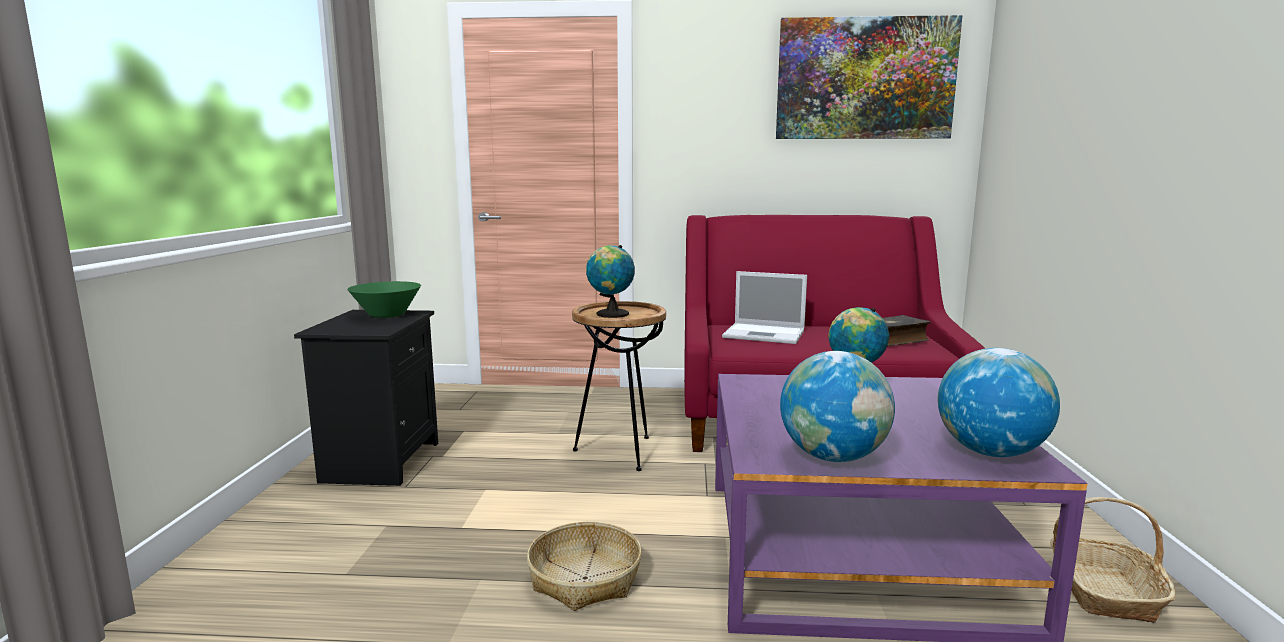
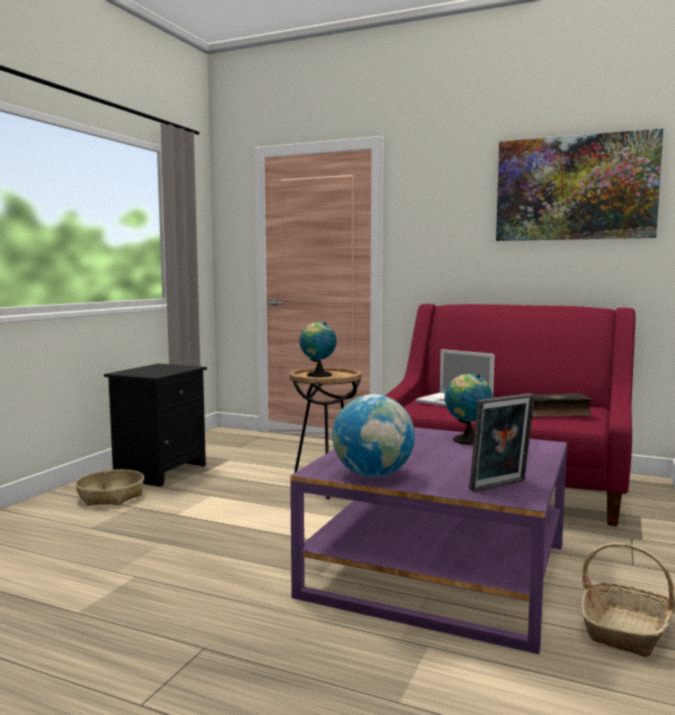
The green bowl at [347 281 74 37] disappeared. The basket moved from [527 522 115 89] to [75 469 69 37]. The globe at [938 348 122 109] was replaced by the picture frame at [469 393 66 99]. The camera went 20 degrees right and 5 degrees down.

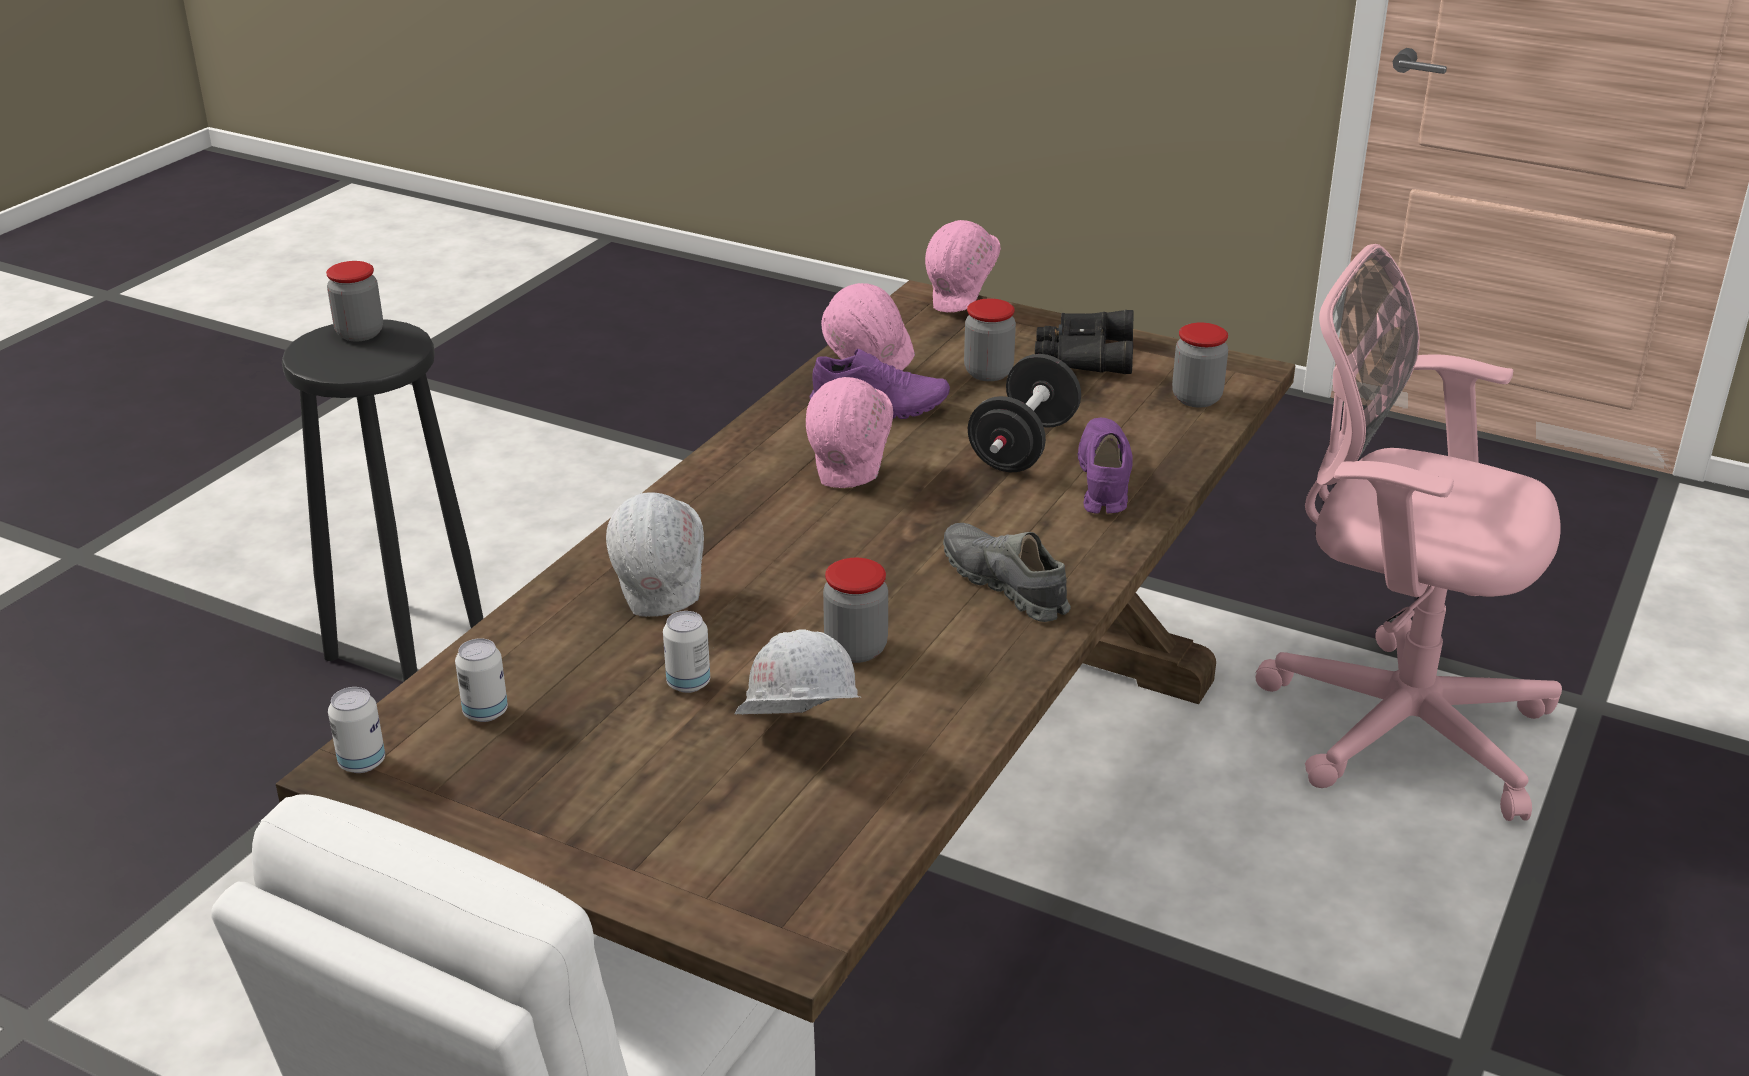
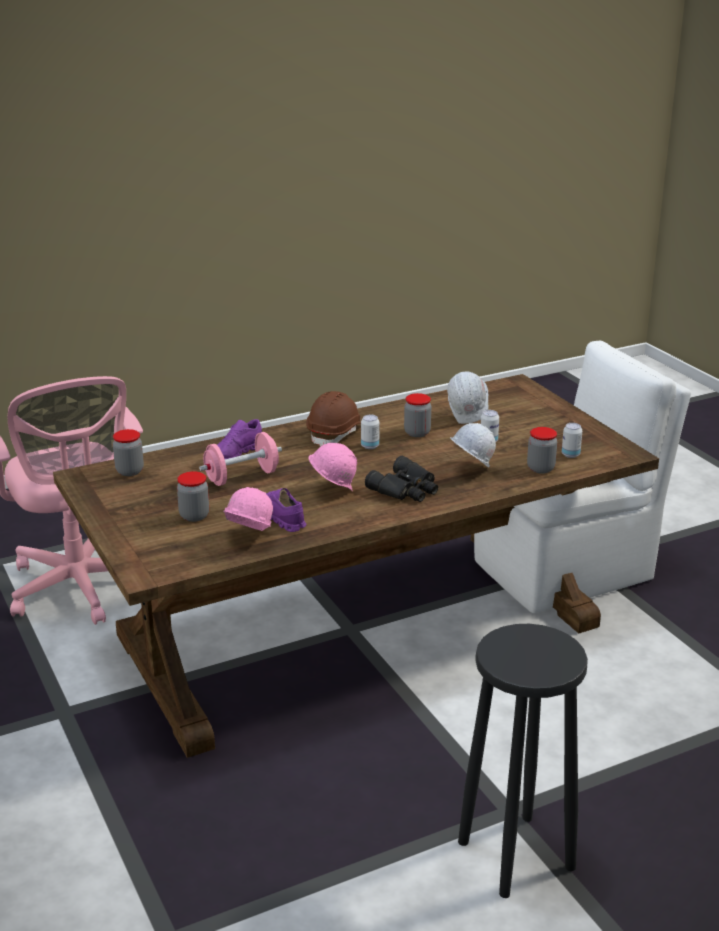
The jar moved from [326 261 57 80] to [527 427 30 47]. The can moved from [328 687 57 86] to [361 415 19 34]. The pink hard hat at [925 220 76 93] disappeared. The grey shoe at [943 523 128 99] was replaced by the brown hard hat at [306 391 55 56]. The black dumbbell at [968 354 113 118] became the pink dumbbell at [199 432 83 54]. The black binoculars moved from [1035 310 99 64] to [365 456 73 46]. The camera went 145 degrees left and 5 degrees down.

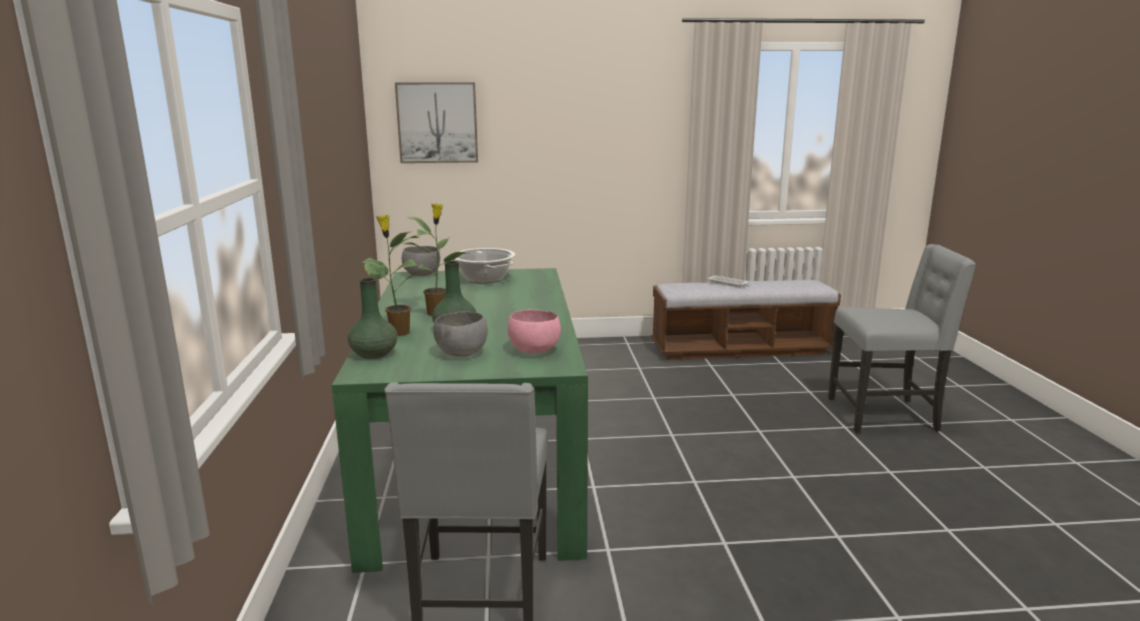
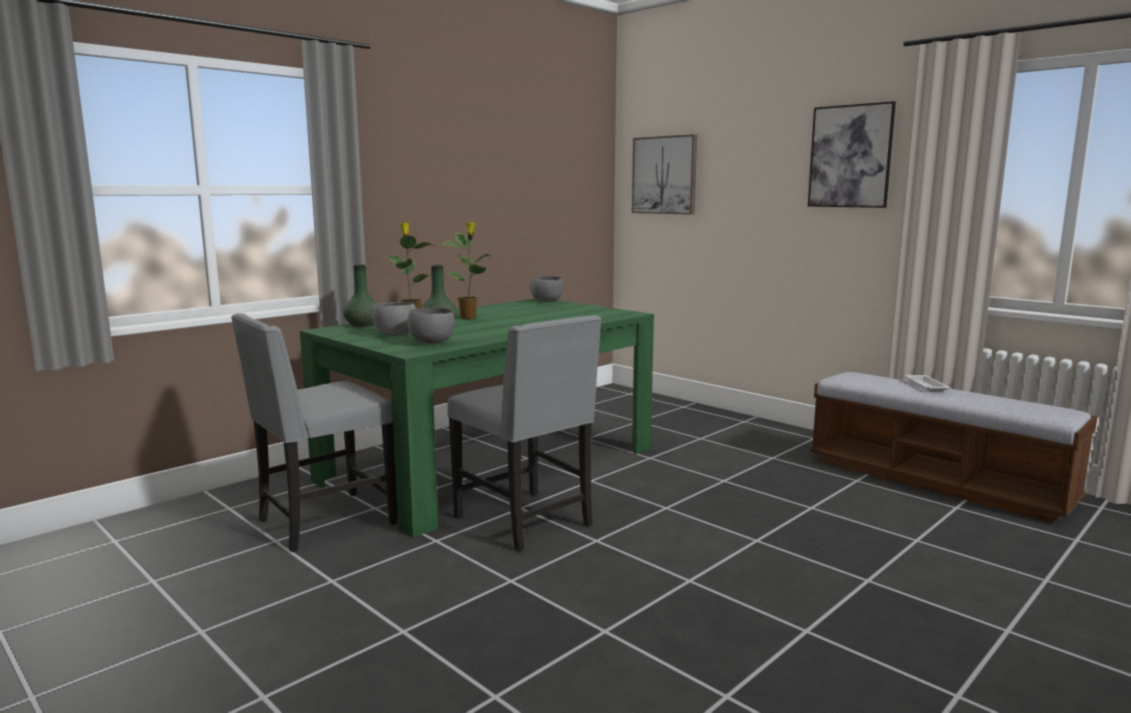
The cooking pot at [455 248 60 35] disappeared. The pink bowl at [508 309 53 45] became the grey bowl at [407 308 48 36]. The grey chair moved from [828 244 148 189] to [447 315 155 236]. The picture at [808 101 88 107] appeared. The camera went 50 degrees right and 5 degrees down.

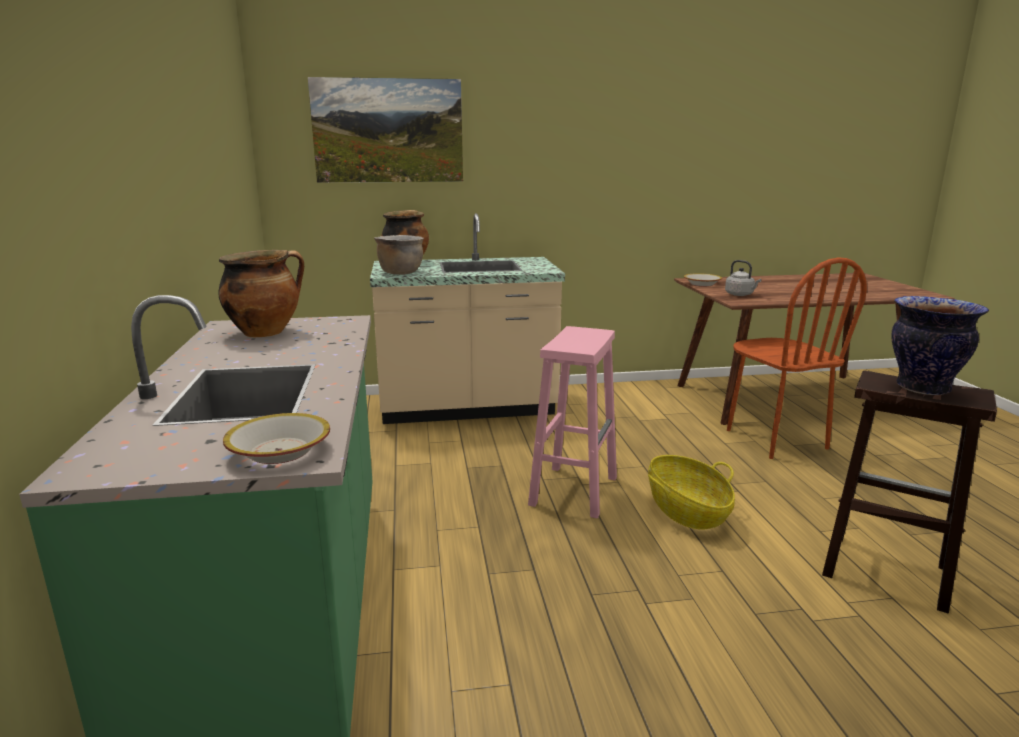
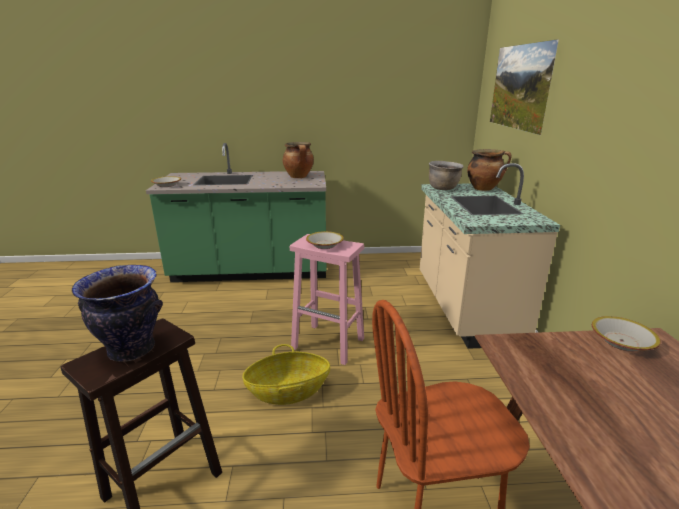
The grey kettle at [725 260 36 36] disappeared. The bowl at [306 231 38 18] appeared. The camera went 95 degrees right and 5 degrees up.

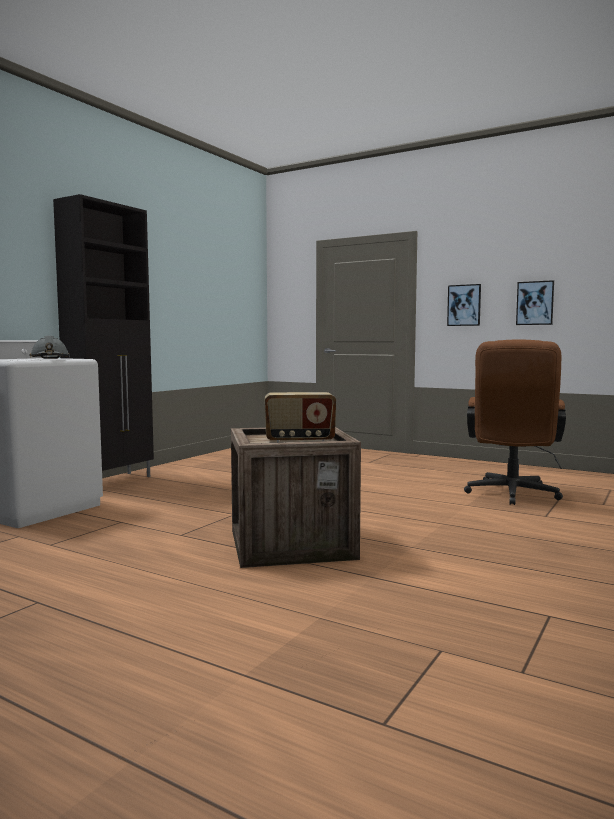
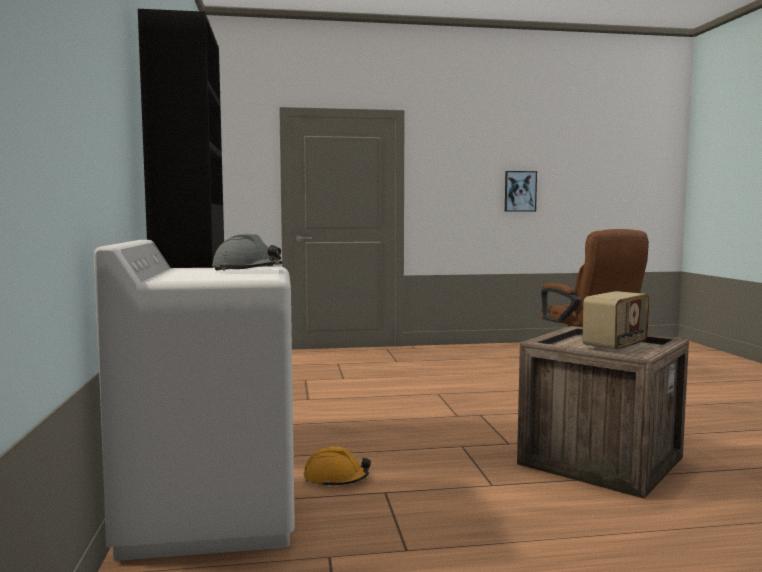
The picture at [447 284 34 42] disappeared. The orange hard hat at [304 447 67 41] appeared. The camera went 40 degrees left and 0 degrees up.

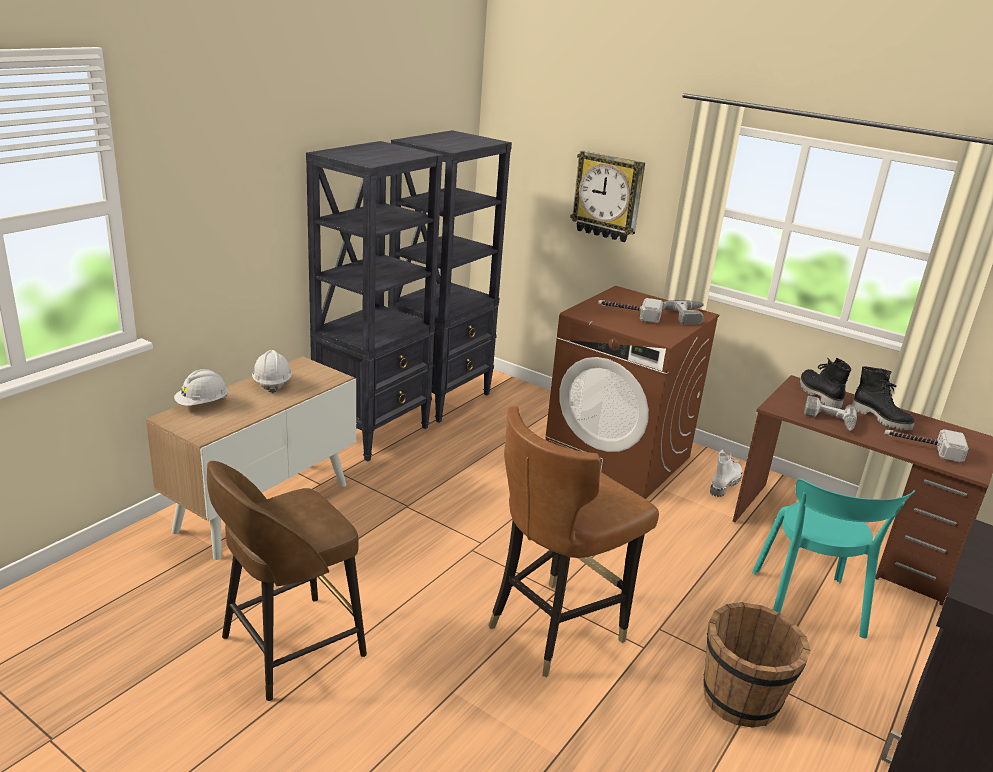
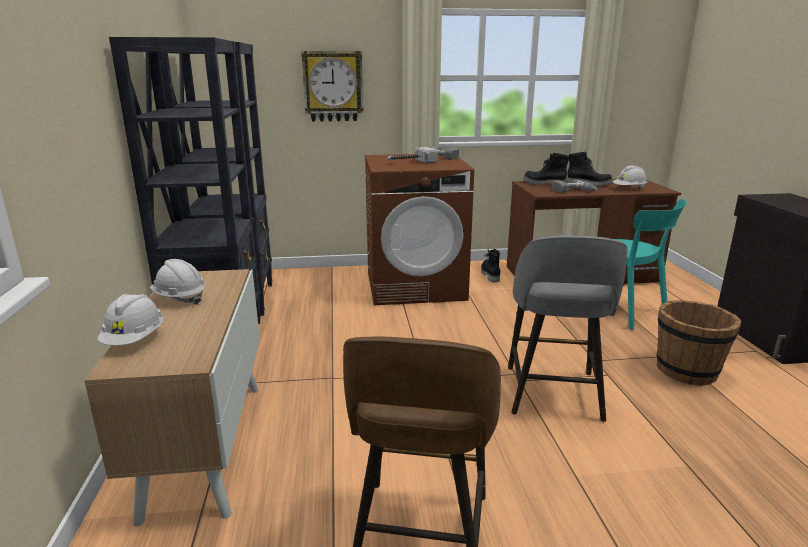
The brown chair at [488 406 171 272] was replaced by the grey stool at [508 235 119 187]. The white boot at [710 449 32 48] became the black boot at [481 248 20 35]. The hammer at [885 429 84 34] was replaced by the white hard hat at [613 165 34 23]. The camera went 40 degrees left and 5 degrees down.

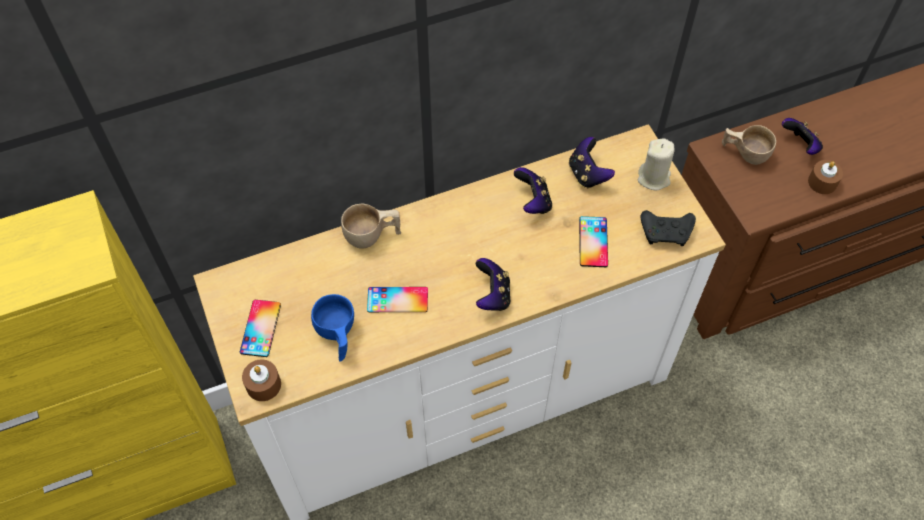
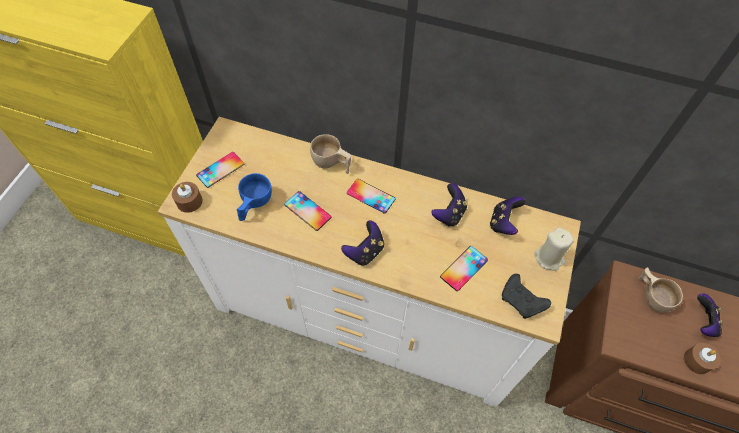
The phone at [347 179 49 35] appeared. The camera went 40 degrees right and 0 degrees up.

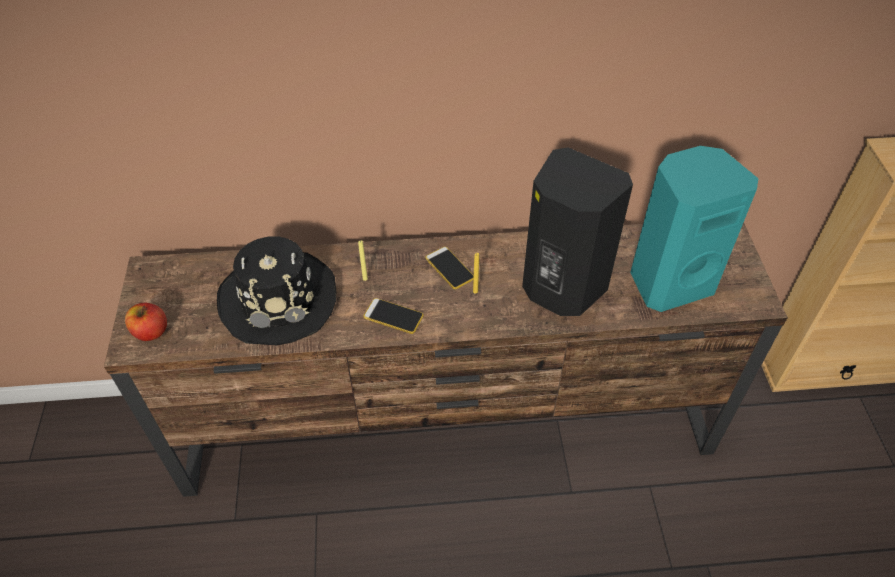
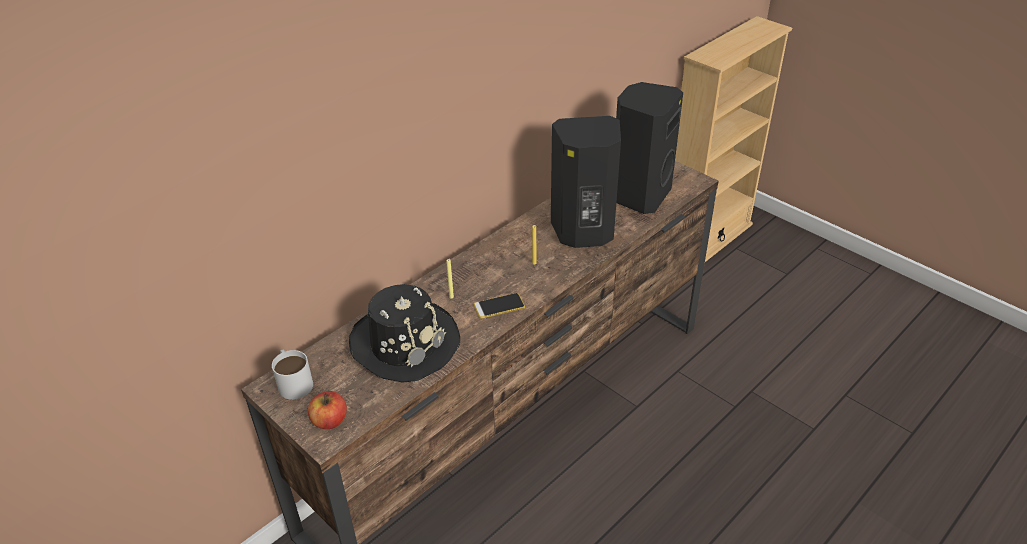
The phone at [425 247 49 42] disappeared. The turquoise speaker at [630 146 129 166] became the black speaker at [616 82 67 132]. The white mug at [272 349 41 51] appeared. The camera went 40 degrees left and 10 degrees down.

